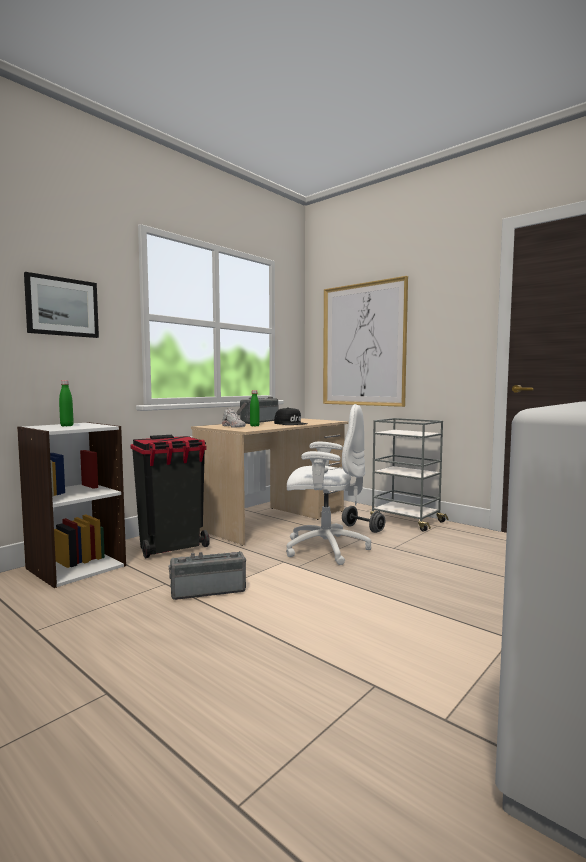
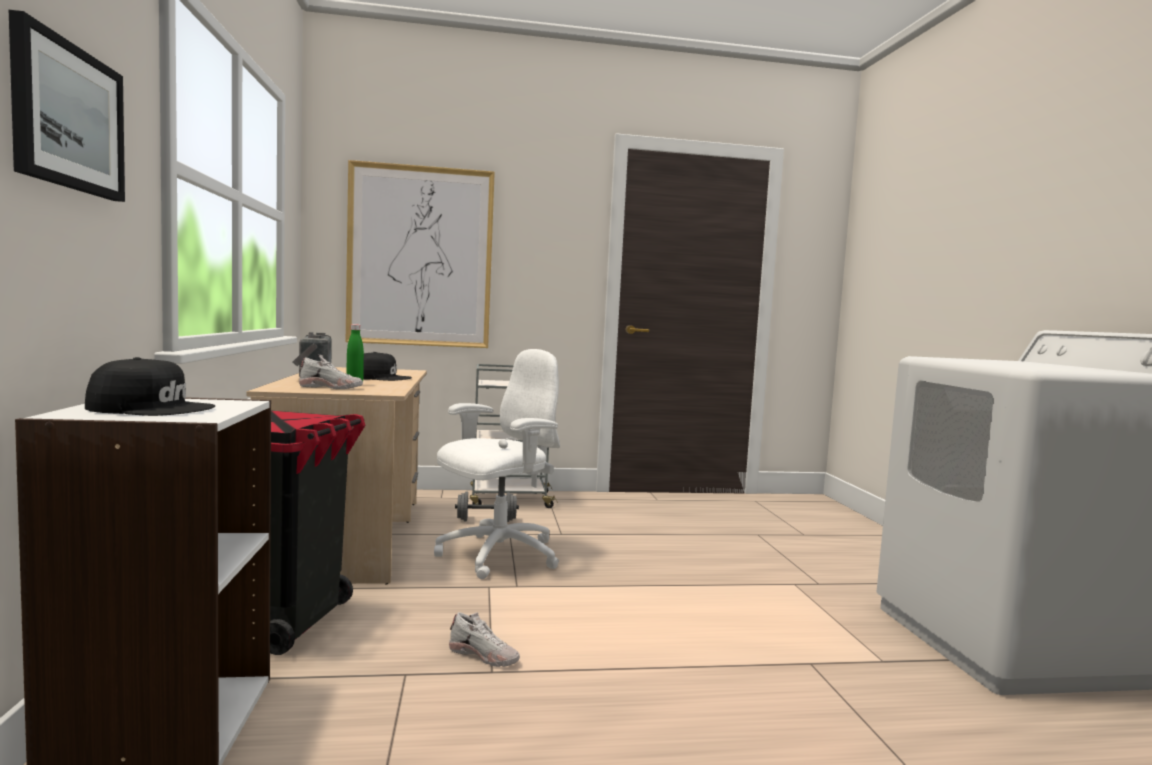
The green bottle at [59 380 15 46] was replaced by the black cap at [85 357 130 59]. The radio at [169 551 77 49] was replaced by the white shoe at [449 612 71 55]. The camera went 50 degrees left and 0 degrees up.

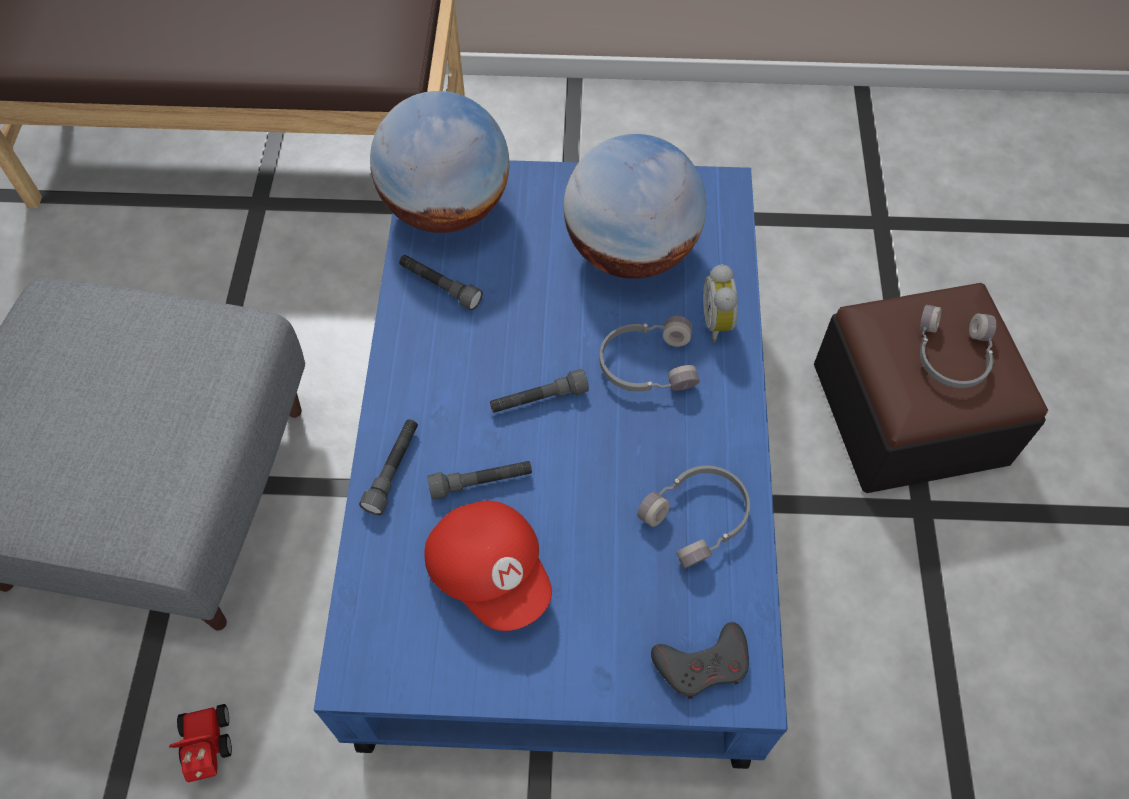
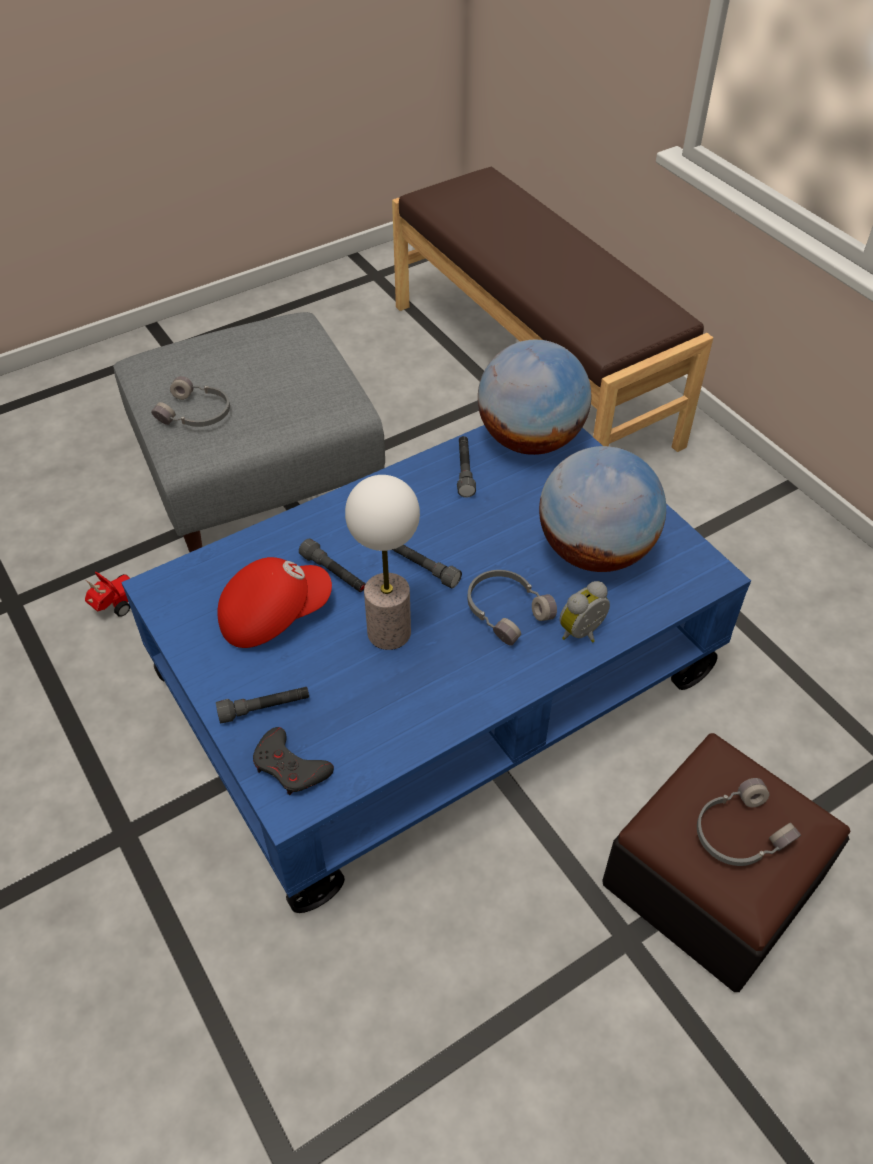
The grey flashlight moved from [359 419 59 96] to [216 687 93 36]. The red cap at [424 501 128 130] turned 135 degrees counterclockwise. The grey headphones moved from [637 465 113 104] to [151 376 79 51]. The table lamp at [345 475 75 175] appeared. The camera went 55 degrees right and 10 degrees down.

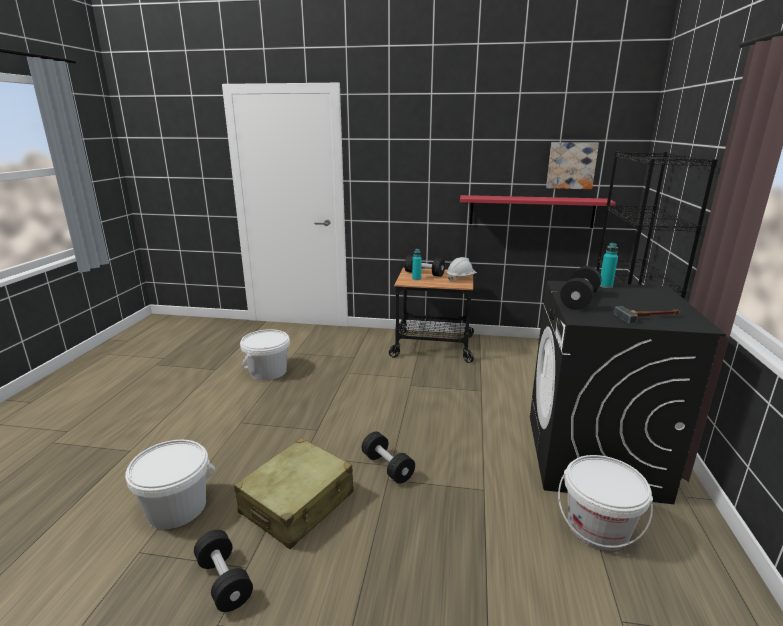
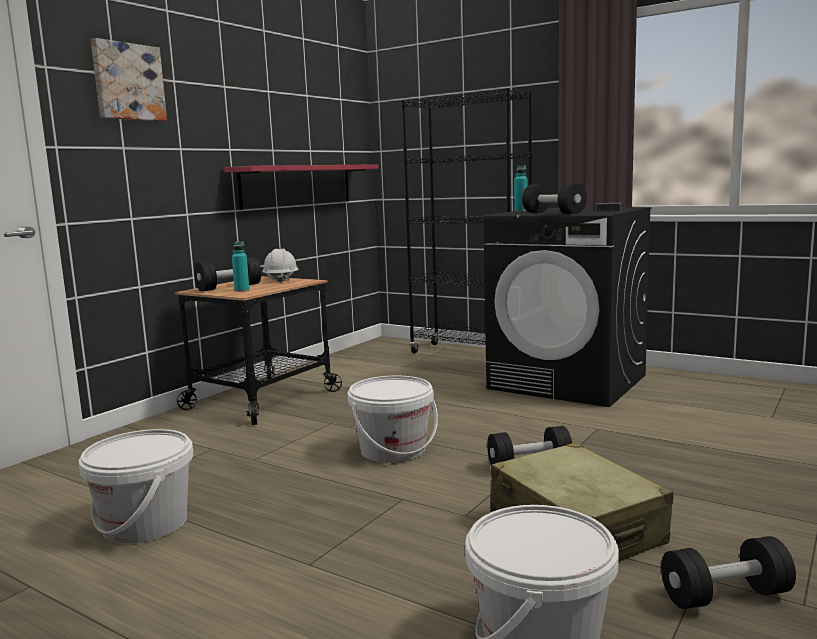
The picture moved from [546 142 53 47] to [91 38 76 83]. The white bucket moved from [558 455 95 96] to [347 376 91 87]. The camera went 65 degrees left and 10 degrees down.

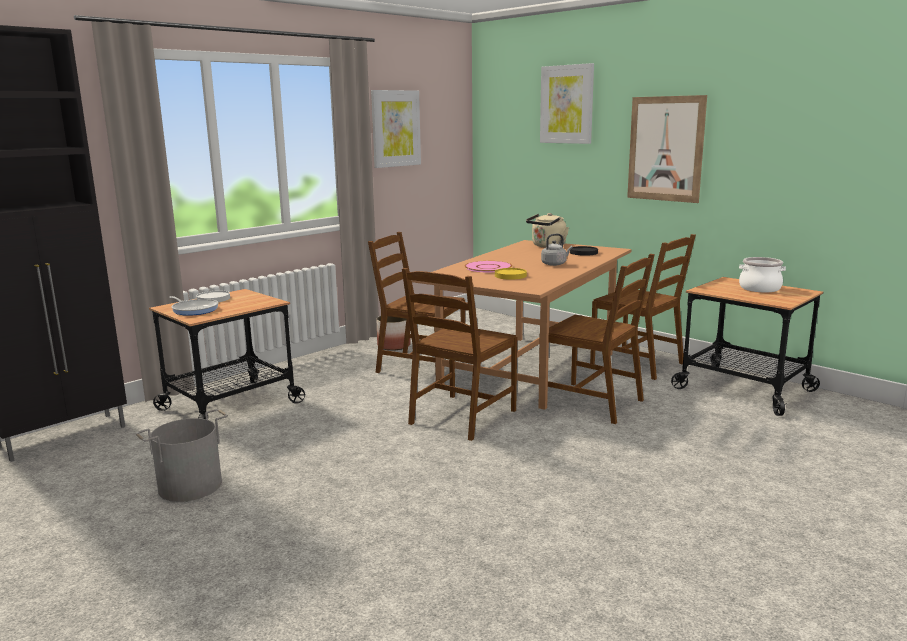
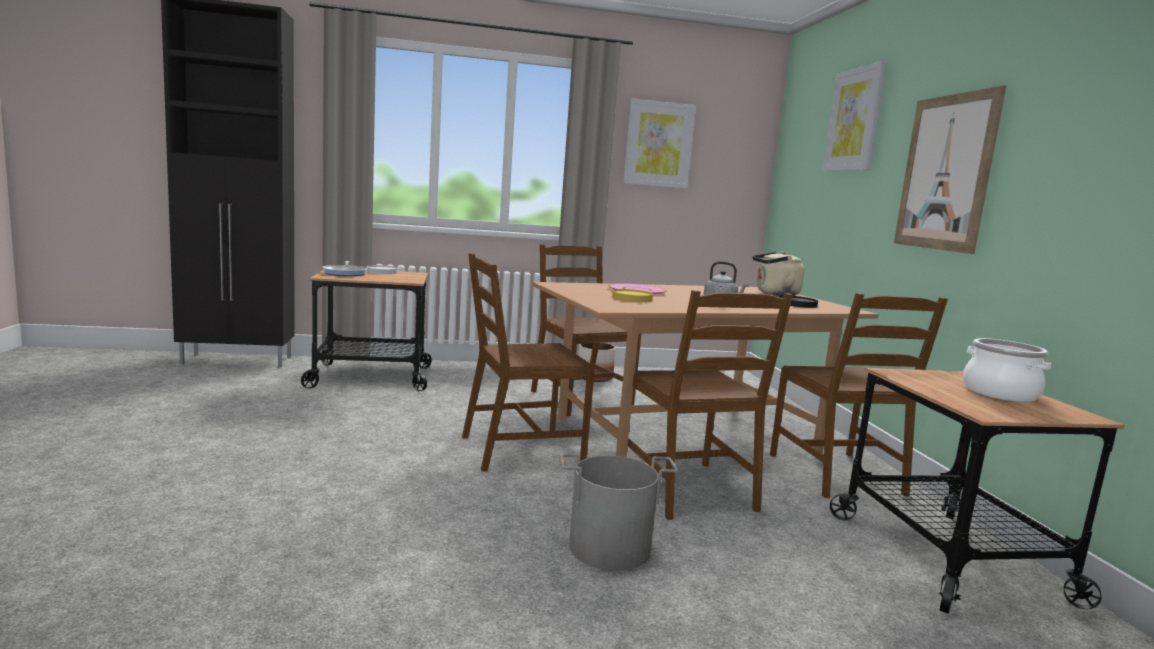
The grey bucket moved from [135 409 93 93] to [559 454 119 117]. The camera went 35 degrees right and 5 degrees down.

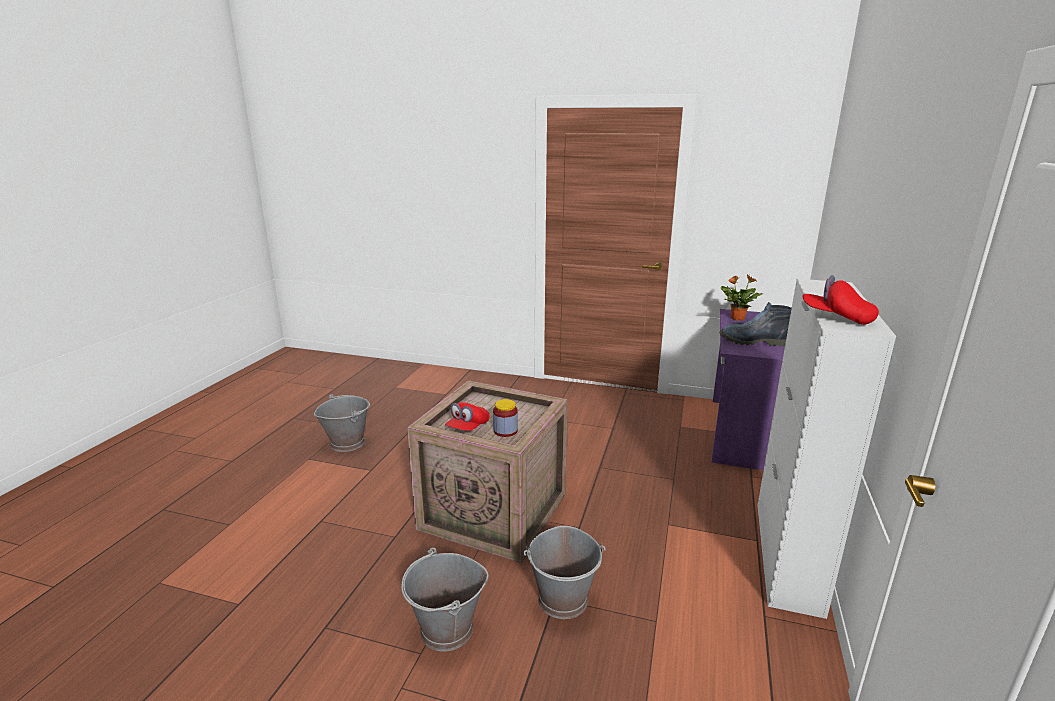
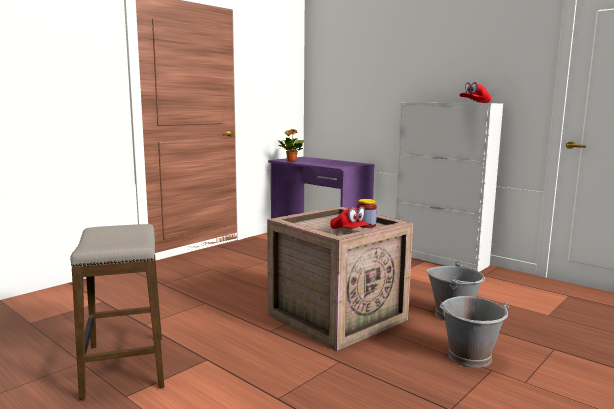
The grey bucket at [314 394 56 58] was replaced by the stool at [70 224 94 176]. The boot at [719 302 73 44] disappeared. The camera went 65 degrees left and 10 degrees down.

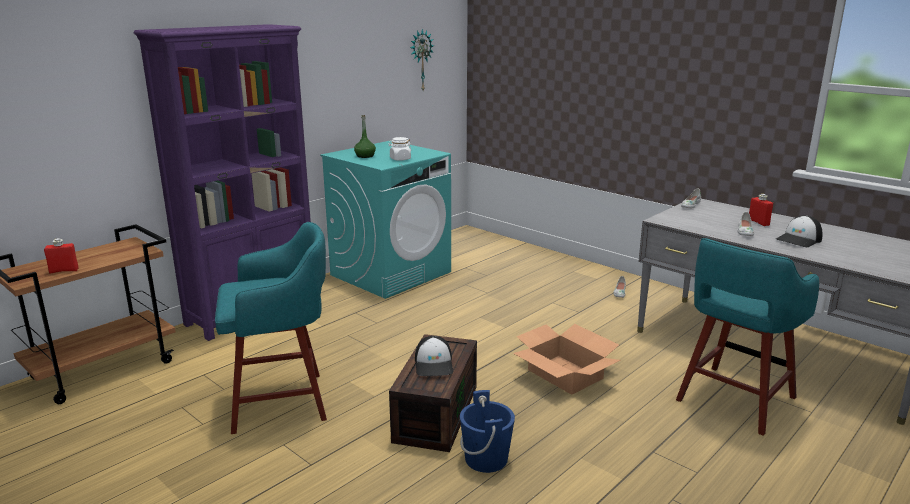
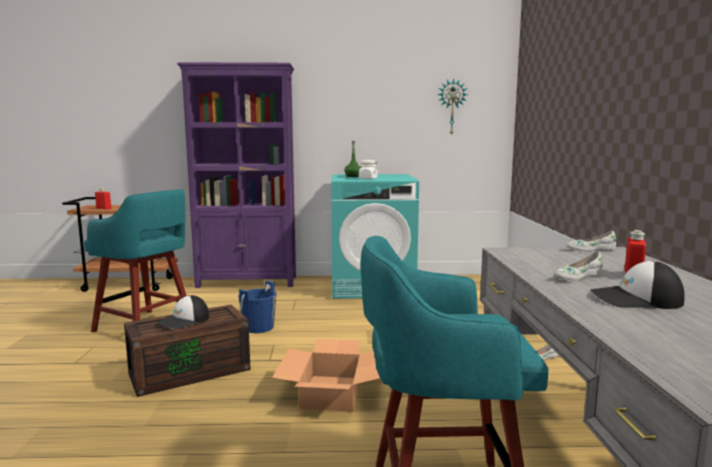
The blue bucket moved from [460 390 55 83] to [238 281 39 52]. The camera went 45 degrees right and 10 degrees down.

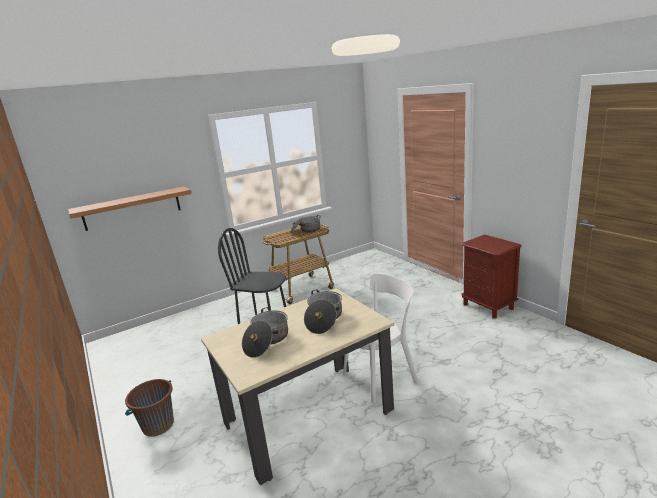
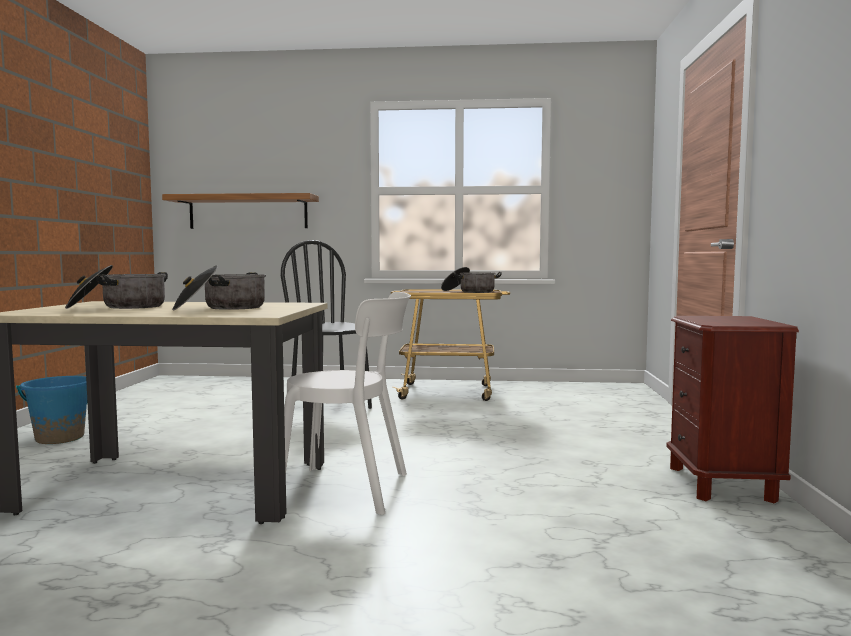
The brown bucket at [125 379 49 58] became the blue bucket at [16 376 72 68]. The camera went 35 degrees right and 15 degrees down.

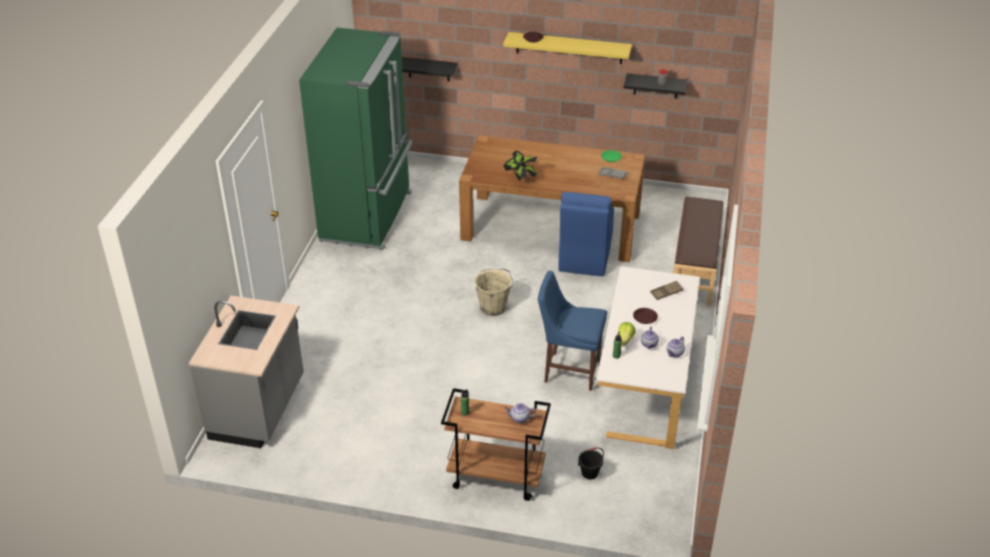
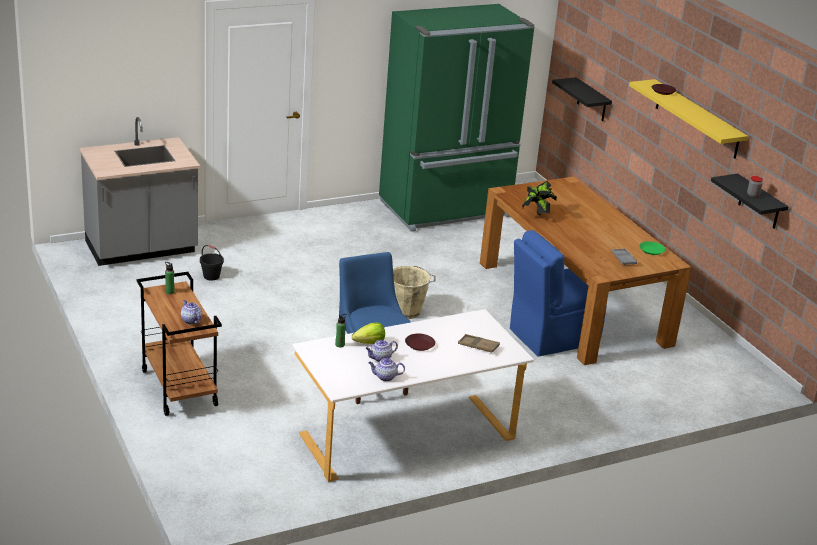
The black bucket moved from [578 447 26 32] to [200 245 24 35]. The brown bench at [673 197 51 109] disappeared. The camera went 50 degrees right and 10 degrees down.

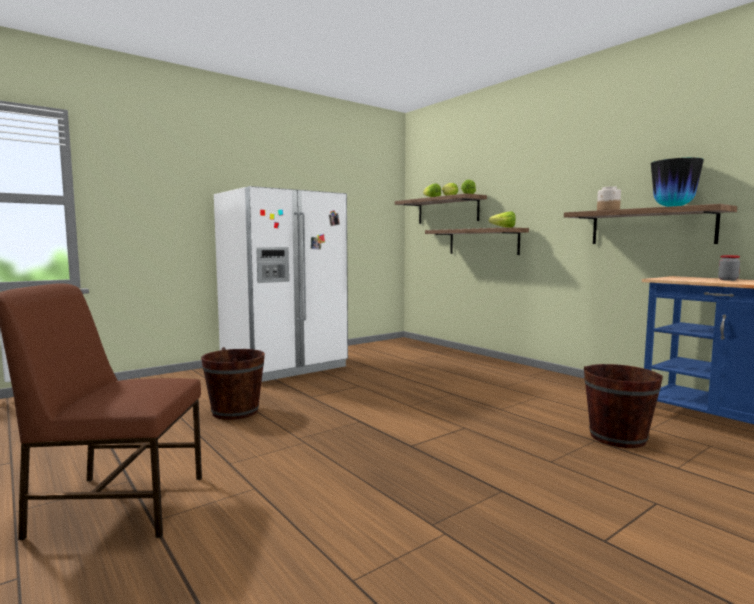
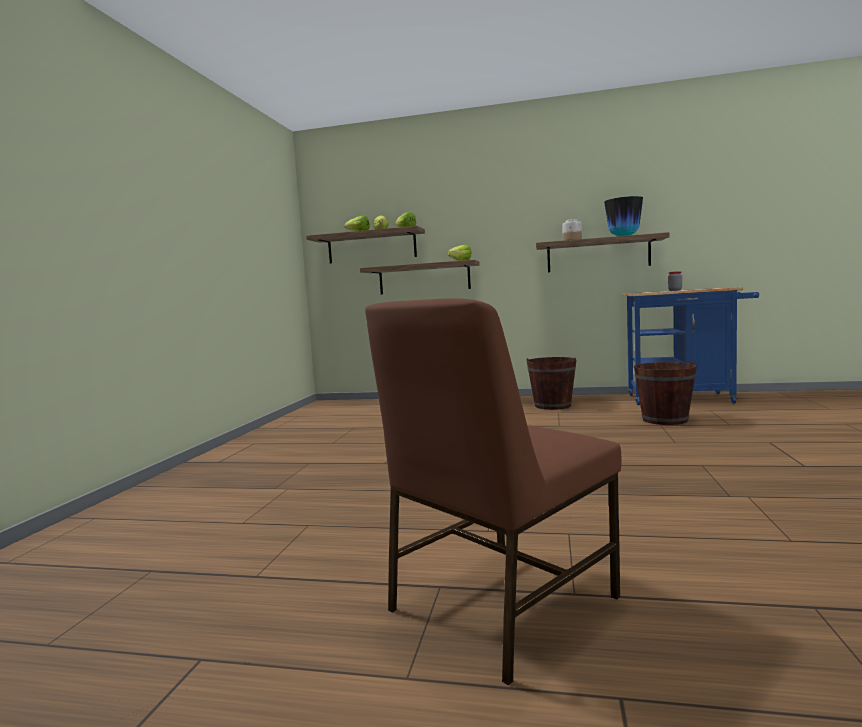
The brown bucket moved from [201 347 64 73] to [527 357 49 53]. The white fridge at [214 186 134 196] disappeared. The camera went 40 degrees left and 0 degrees up.

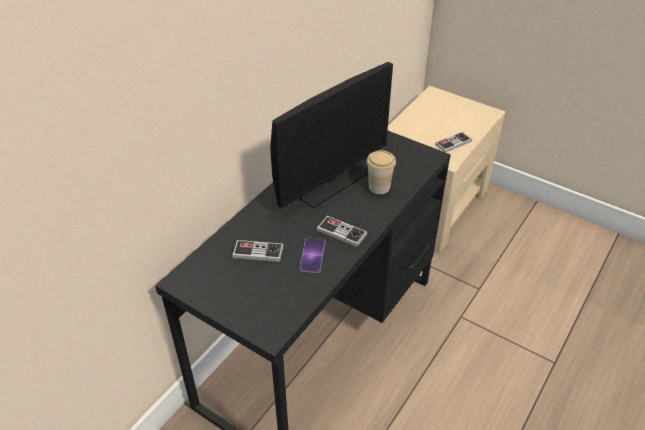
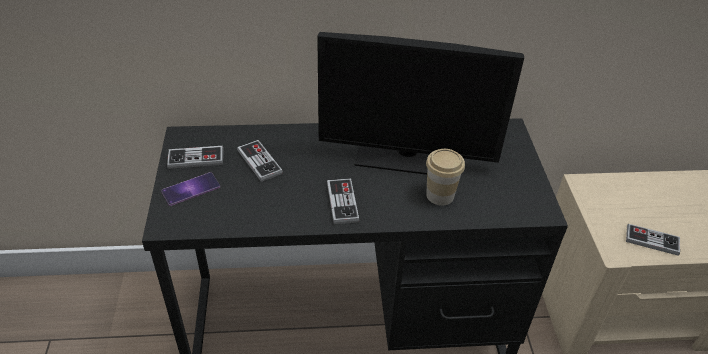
The phone moved from [299 237 27 36] to [161 172 59 34]. The game controller at [167 146 56 23] appeared. The camera went 50 degrees right and 0 degrees up.

